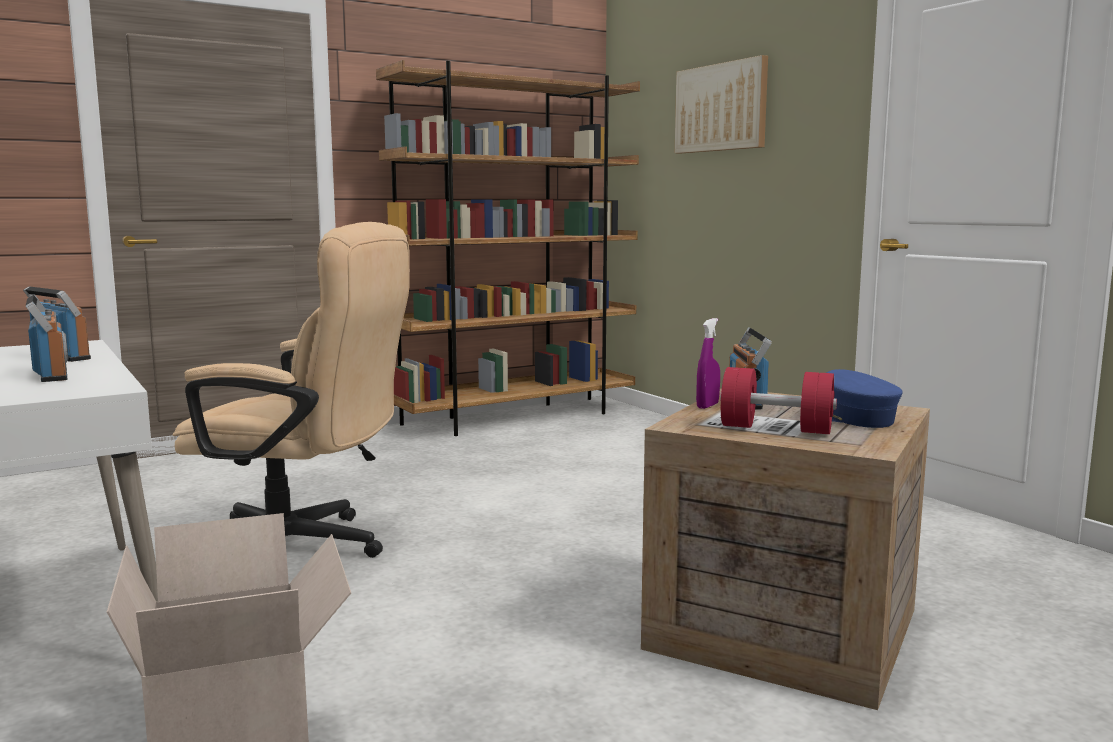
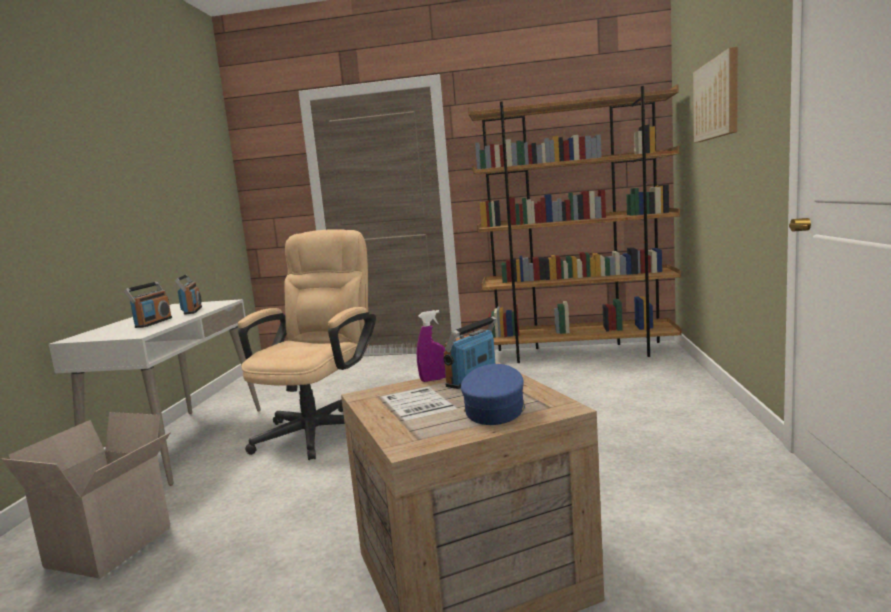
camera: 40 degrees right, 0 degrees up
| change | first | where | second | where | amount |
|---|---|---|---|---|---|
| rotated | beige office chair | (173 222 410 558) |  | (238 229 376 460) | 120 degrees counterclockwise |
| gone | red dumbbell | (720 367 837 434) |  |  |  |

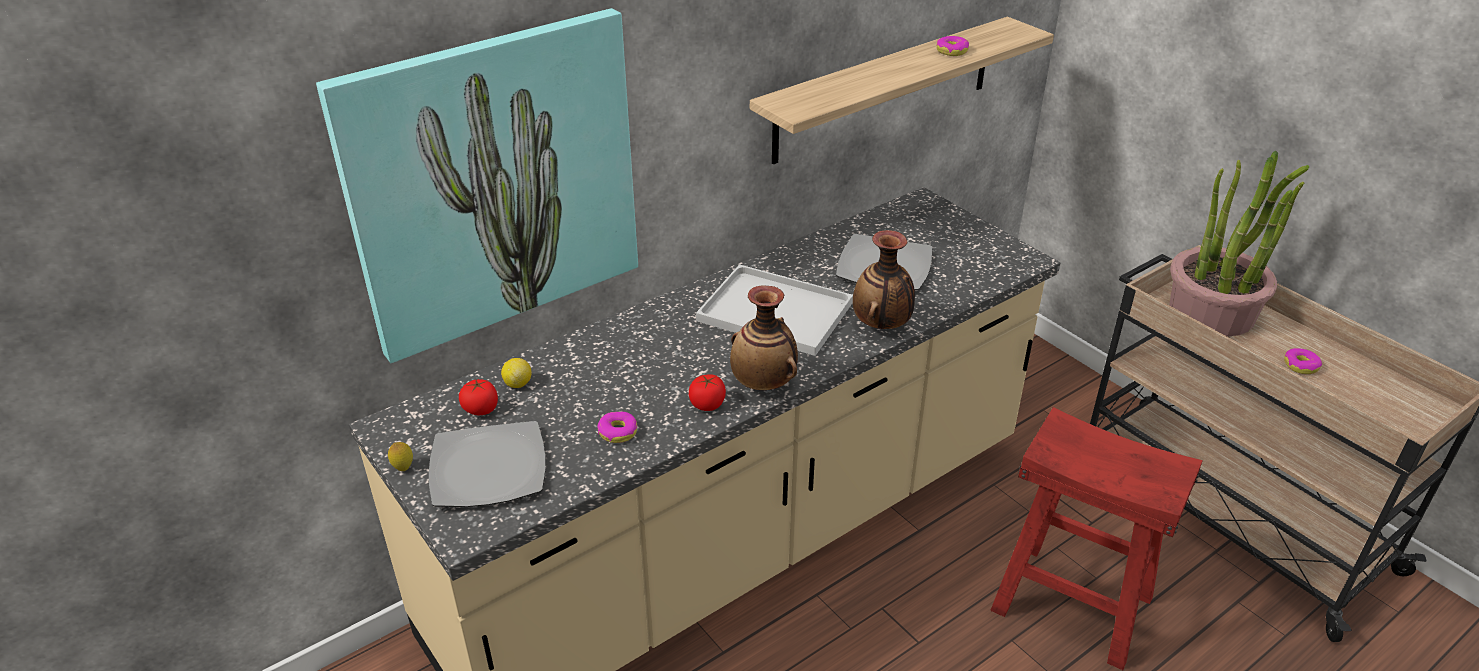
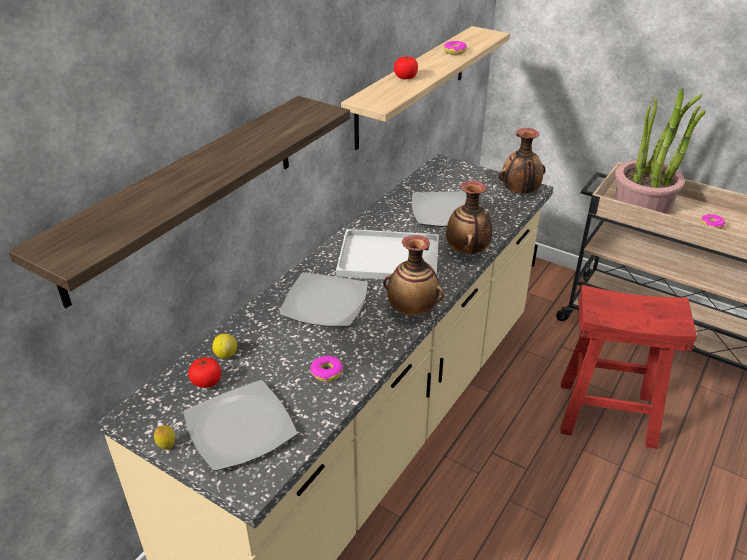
camera: 20 degrees left, 0 degrees up
| change | first | where | second | where | amount |
|---|---|---|---|---|---|
| swapped | picture | (316 8 638 363) | shelf | (8 96 350 308) |  |
| shifted | tomato | (689 374 726 411) |  | (394 56 418 79) |  |
| new |  |  | vase | (499 128 546 194) |  |
| new |  |  | plate | (279 272 368 327) |  |

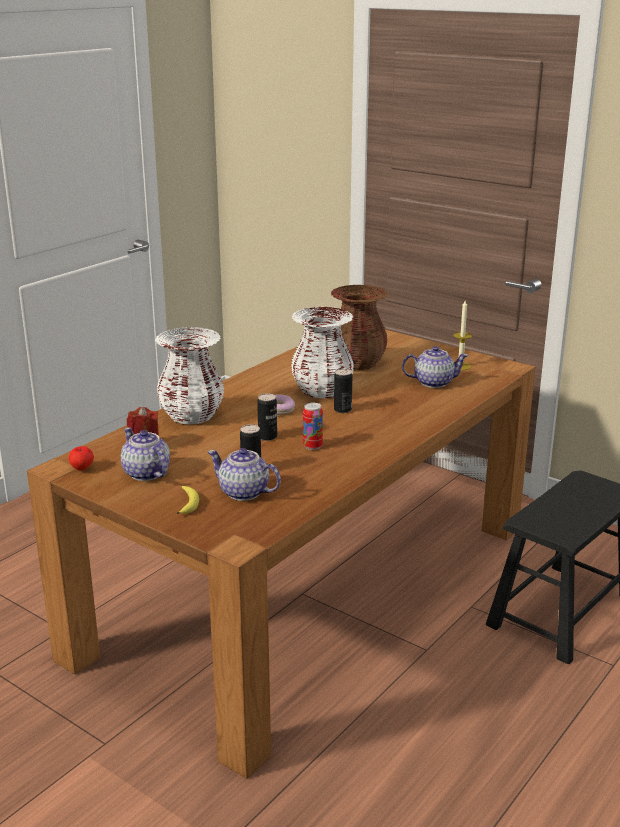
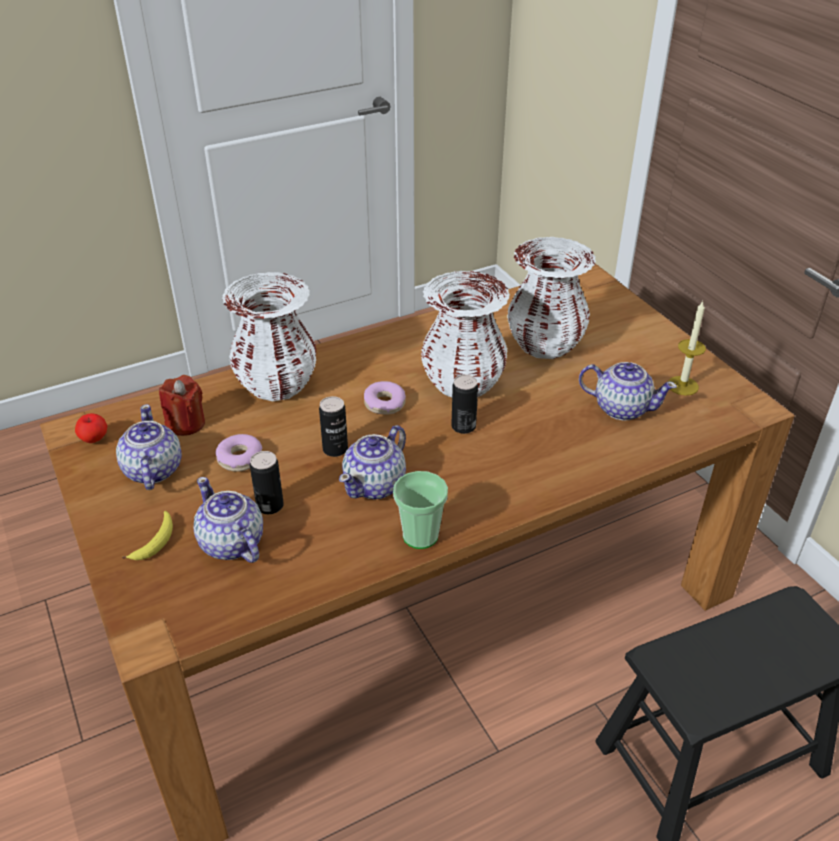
camera: 25 degrees right, 15 degrees up
| change | first | where | second | where | amount |
|---|---|---|---|---|---|
| repainted | brown vase | (331 285 388 370) | white vase | (507 237 596 359) |  |
| swapped | can | (303 402 323 450) | teapot | (339 425 406 499) |  |
| new |  |  | donut | (216 434 262 472) |  |
| new |  |  | cup | (393 471 448 549) |  |

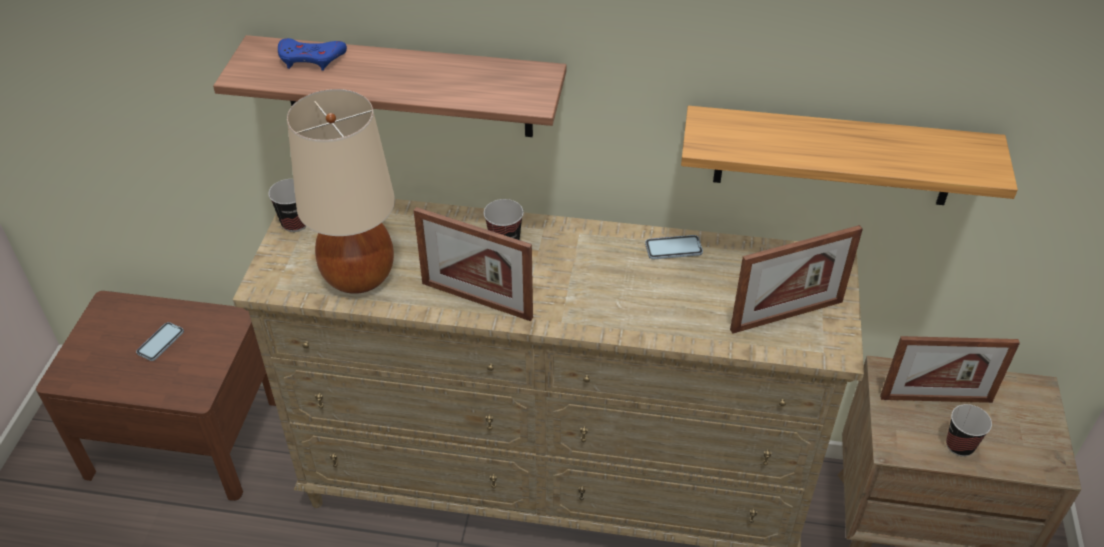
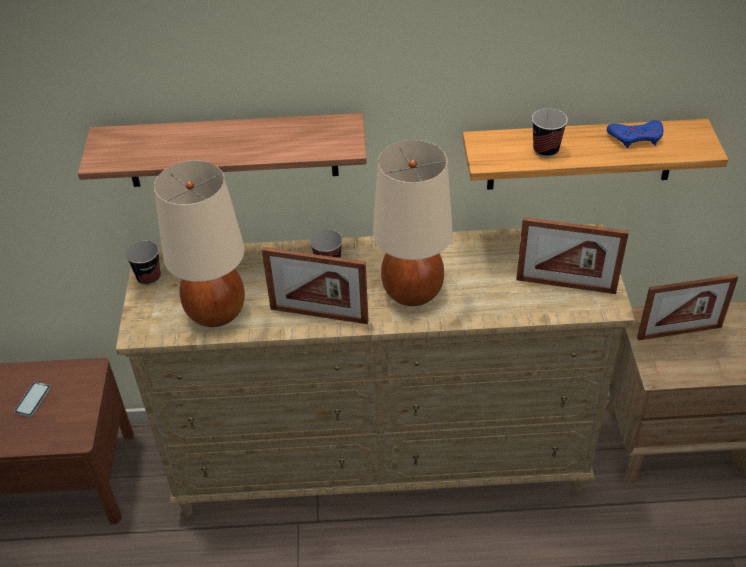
camera: 10 degrees left, 0 degrees up
| change | first | where | second | where | amount |
|---|---|---|---|---|---|
| shifted | blue game controller | (278 38 347 71) |  | (607 120 663 148) |  |
| rotated | picture frame | (730 225 863 334) |  | (516 217 629 294) | 45 degrees clockwise |
| gone | phone | (645 235 703 260) |  |  |  |
| shifted | cup | (946 404 992 457) |  | (532 108 568 158) |  |
| new |  |  | beige table lamp | (373 140 453 306) |  |

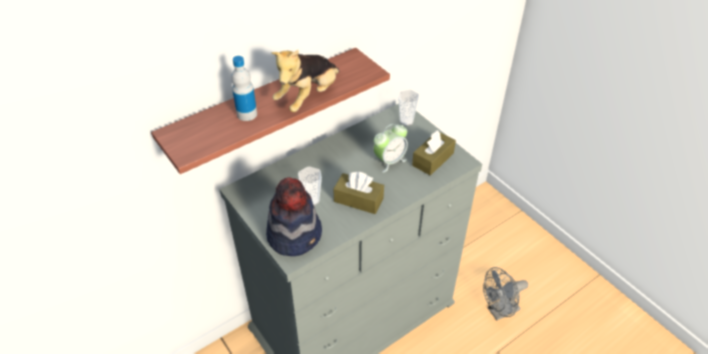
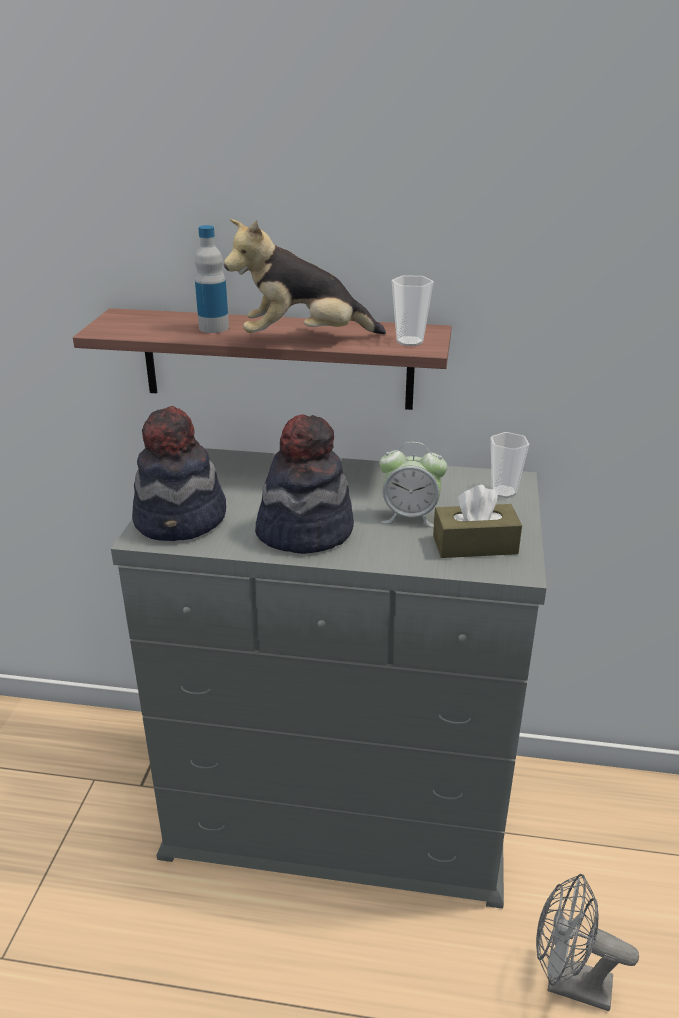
camera: 45 degrees right, 15 degrees down
| change | first | where | second | where | amount |
|---|---|---|---|---|---|
| shifted | cup | (298 167 322 206) |  | (392 275 434 346) |  |
| swapped | brown tissue box | (333 172 384 214) | hat | (255 414 354 554) |  |

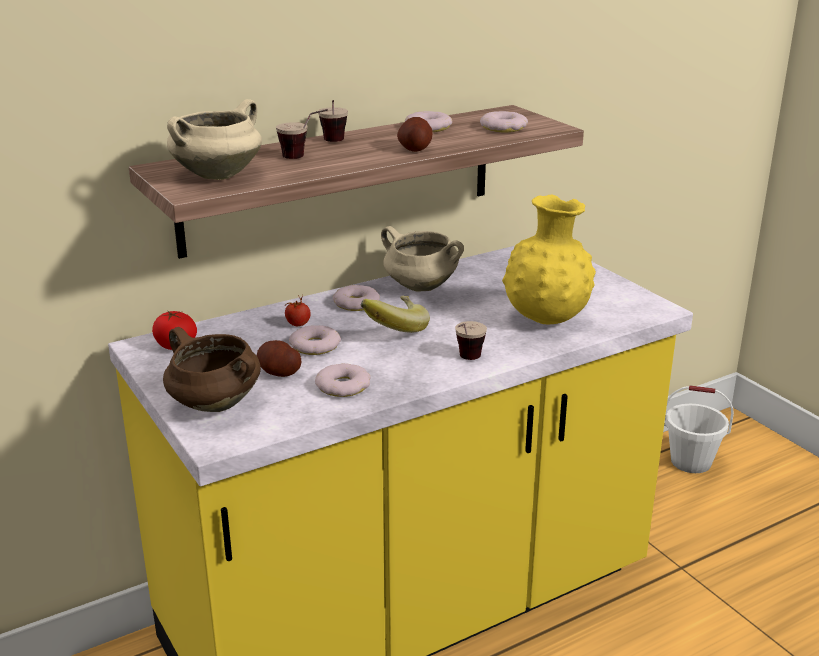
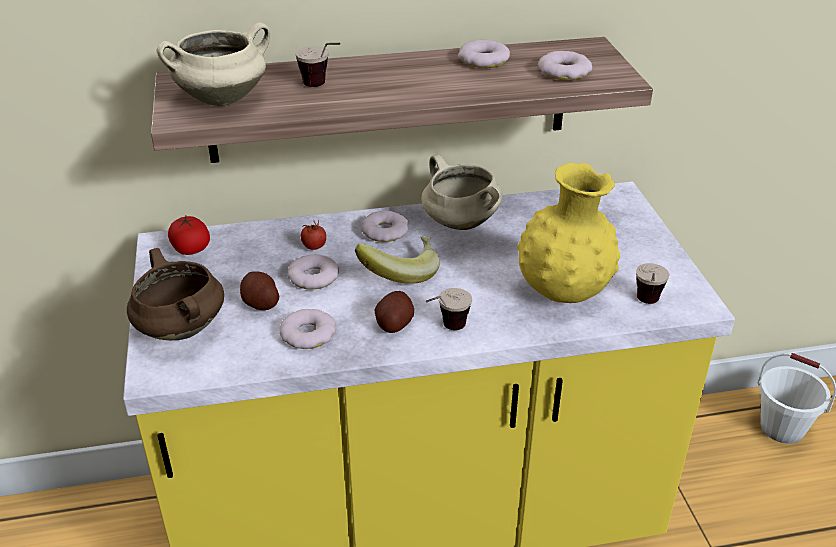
camera: 20 degrees right, 10 degrees up
| change | first | where | second | where | amount |
|---|---|---|---|---|---|
| shifted | cup | (318 100 348 142) |  | (636 263 669 304) |  |
| shifted | potato | (397 117 433 152) |  | (375 291 414 333) |  |

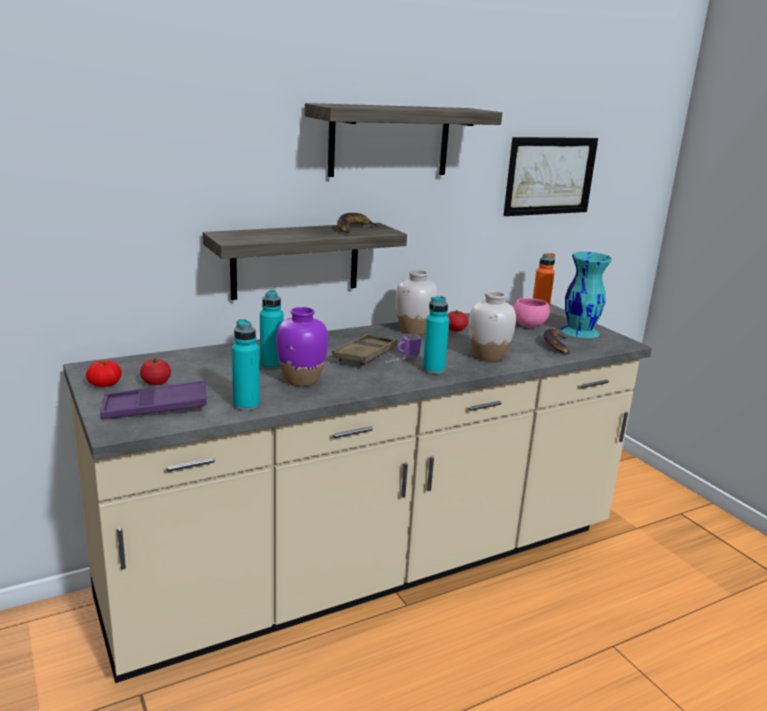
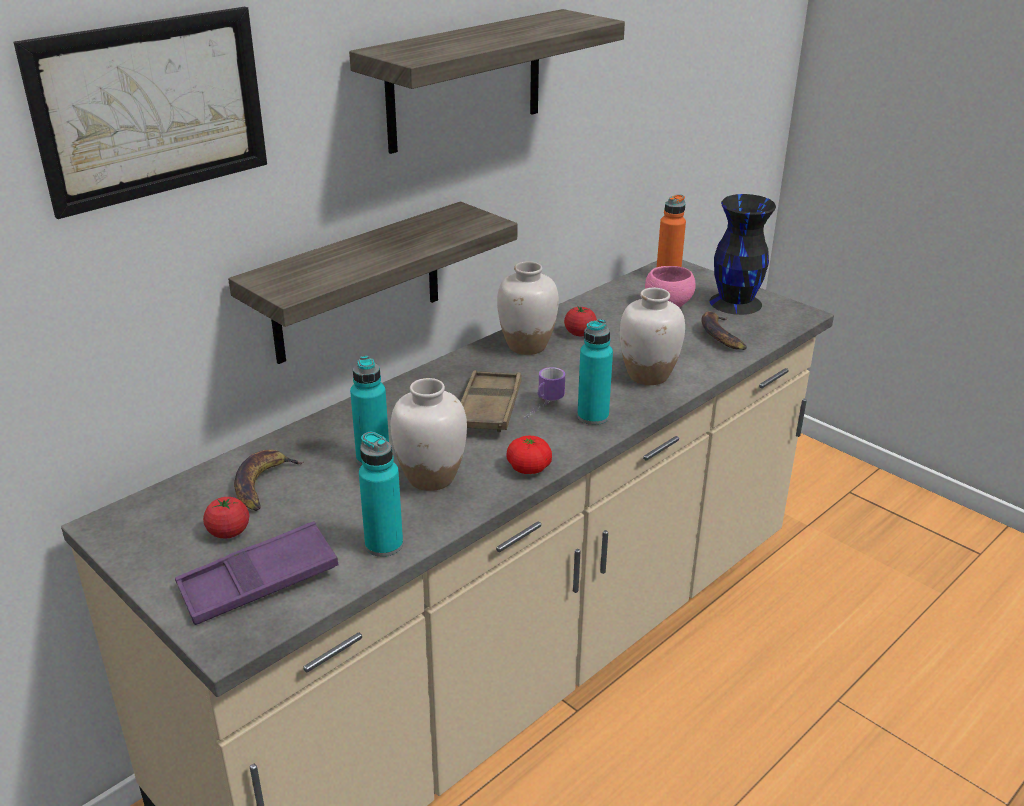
camera: 15 degrees left, 10 degrees up
| change | first | where | second | where | amount |
|---|---|---|---|---|---|
| shifted | picture | (503 137 598 216) |  | (14 7 267 219) |  |
| shifted | banana | (337 213 380 233) |  | (234 449 305 511) |  |
| repainted | turquoise vase | (561 252 612 338) | black vase | (709 194 776 315) |  |
| repainted | purple vase | (276 307 328 387) | white vase | (391 378 467 491) |  |
| shifted | tomato | (86 360 122 387) |  | (506 436 552 474) |  |

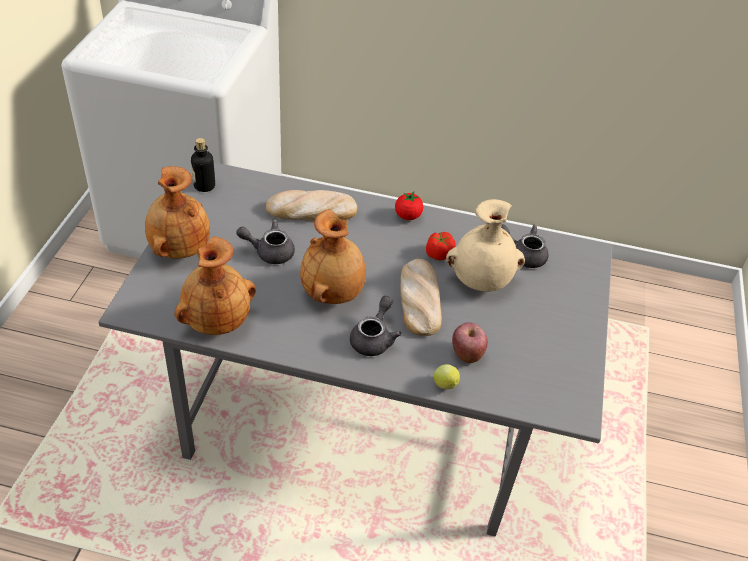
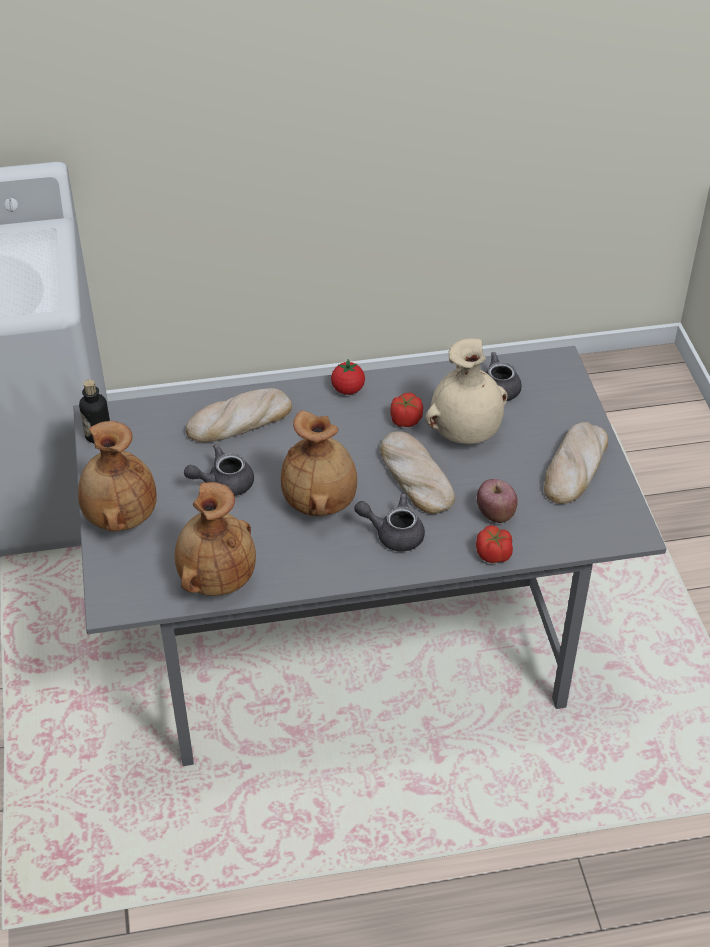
camera: 20 degrees left, 0 degrees up
| change | first | where | second | where | amount |
|---|---|---|---|---|---|
| rotated | grey teapot | (350 296 402 356) |  | (354 494 425 551) | 75 degrees counterclockwise |
| swapped | lemon | (434 364 460 389) | tomato | (476 525 513 563) |  |
| new |  |  | bread | (544 422 608 504) |  |

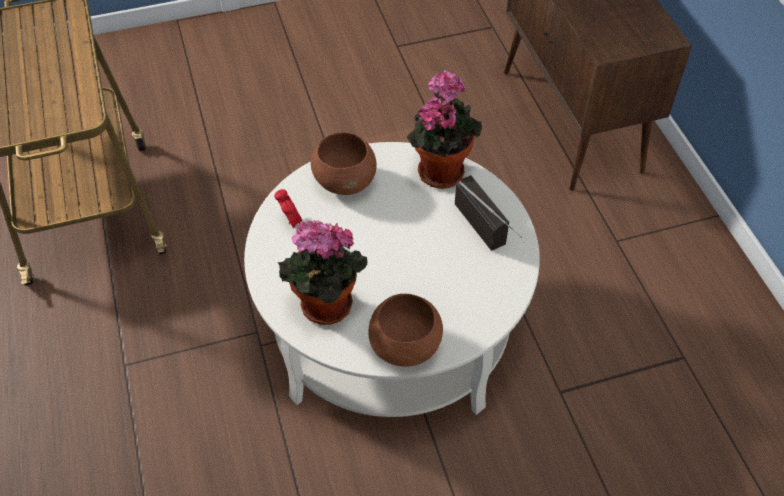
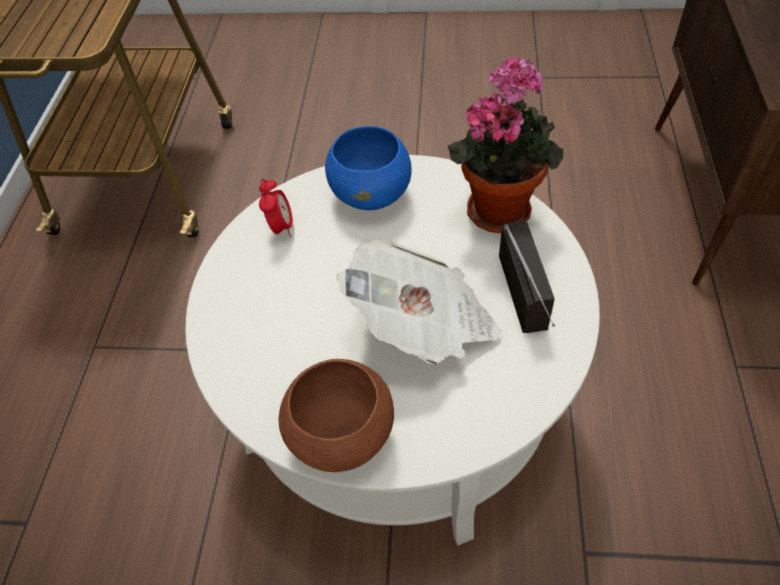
camera: 25 degrees right, 0 degrees up
| change | first | where | second | where | amount |
|---|---|---|---|---|---|
| repainted | brown bowl | (311 132 377 195) | blue bowl | (325 126 412 210) |  |
| gone | potted plant | (278 220 367 325) |  |  |  |
| new |  |  | newspaper | (337 239 502 364) |  |

